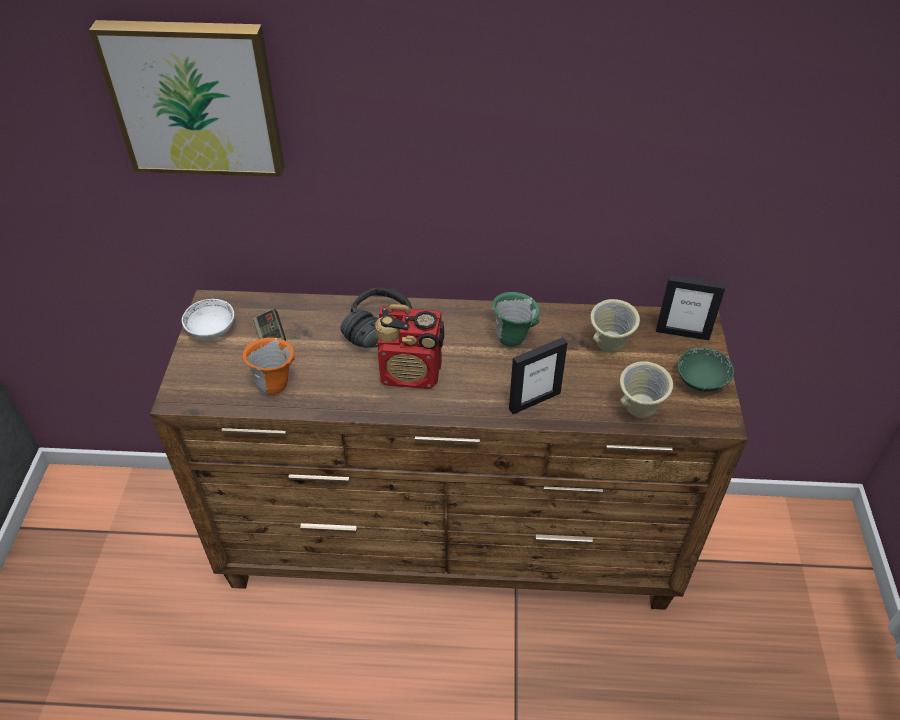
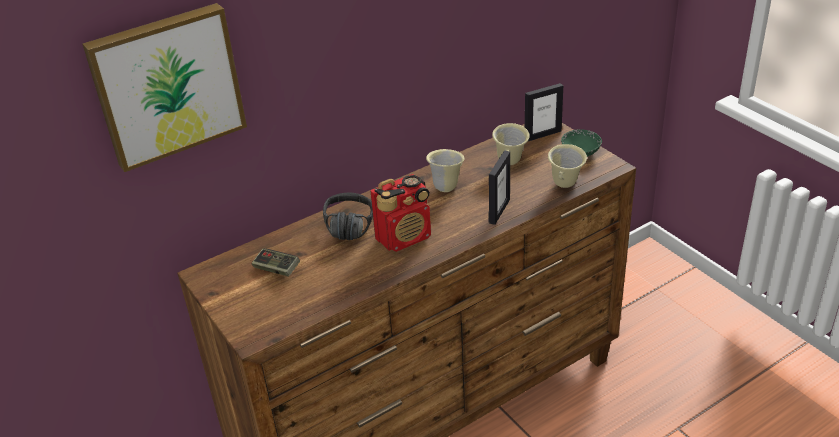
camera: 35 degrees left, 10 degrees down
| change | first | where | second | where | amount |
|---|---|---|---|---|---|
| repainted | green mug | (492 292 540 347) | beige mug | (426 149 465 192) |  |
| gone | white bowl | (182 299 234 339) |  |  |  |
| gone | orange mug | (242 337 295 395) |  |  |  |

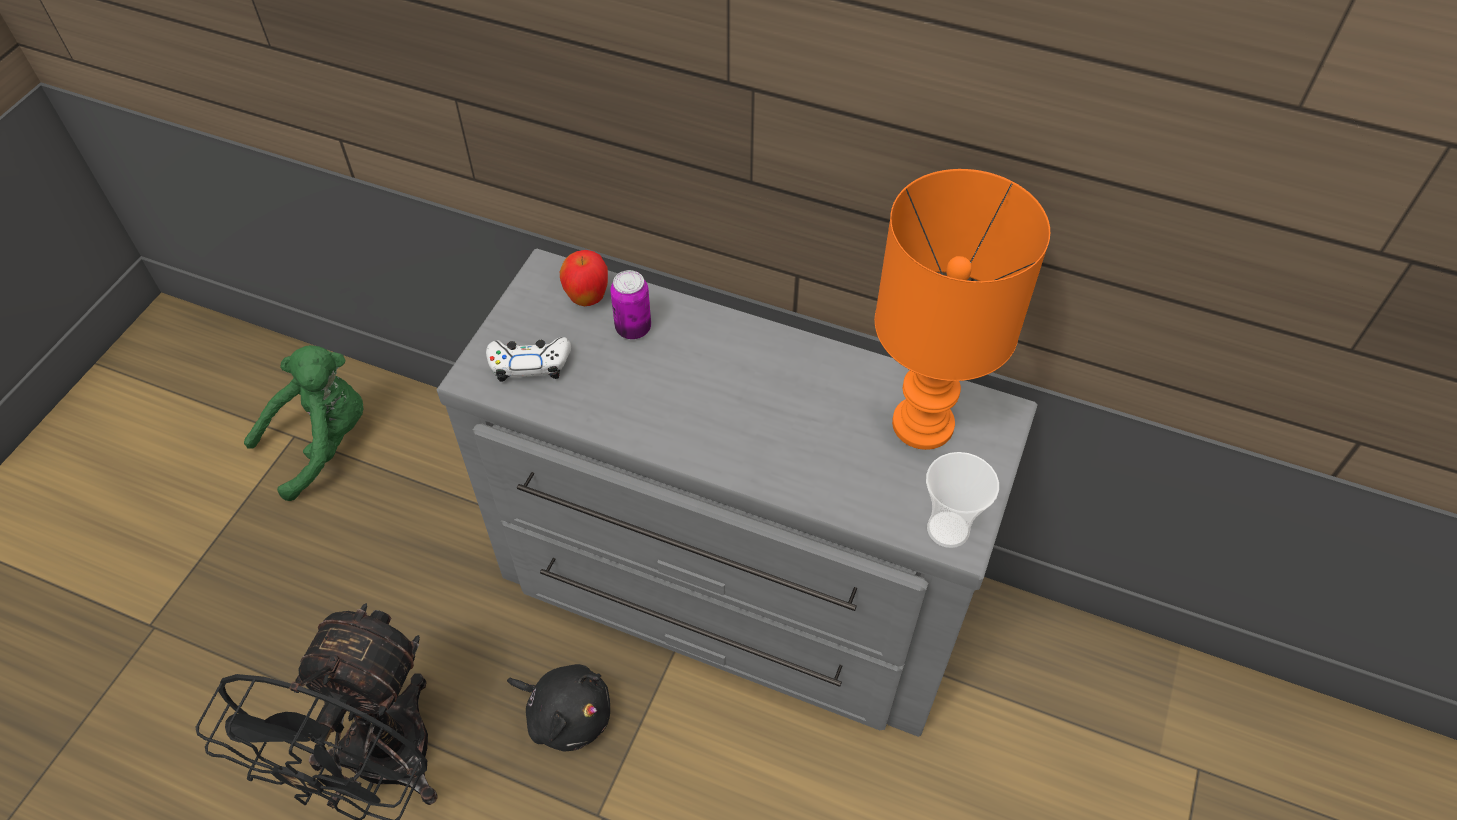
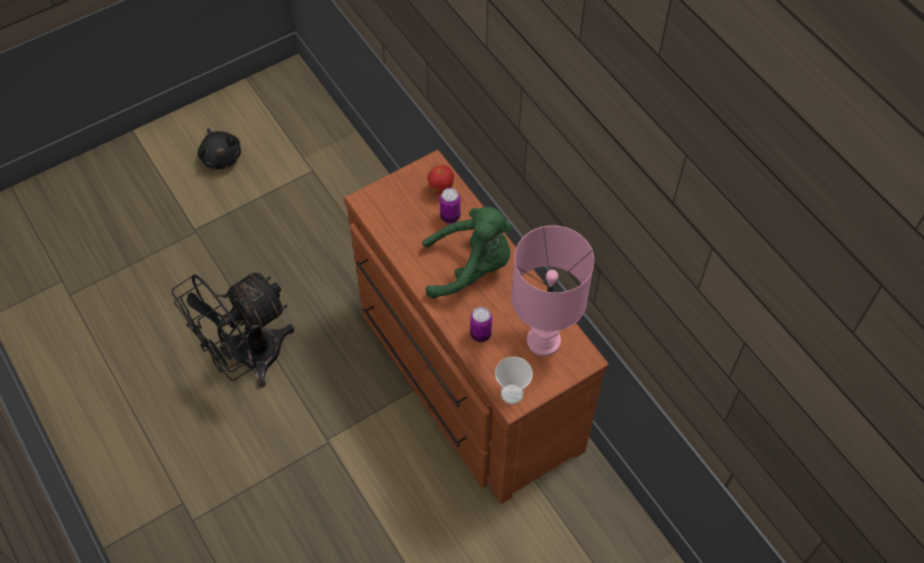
camera: 35 degrees right, 5 degrees up
| change | first | where | second | where | amount |
|---|---|---|---|---|---|
| repainted | orange table lamp | (875 169 1050 450) | pink table lamp | (512 225 594 356) |  |
| repainted | grey dresser | (436 248 1037 737) | brown dresser | (344 150 608 504) |  |
| gone | white game controller | (486 337 571 382) |  |  |  |
| shifted | green plush toy | (244 345 364 501) |  | (422 207 512 298) |  |
| shifted | black plush toy | (507 664 610 752) |  | (197 128 241 169) |  |
| new |  |  | can | (470 307 492 342) |  |

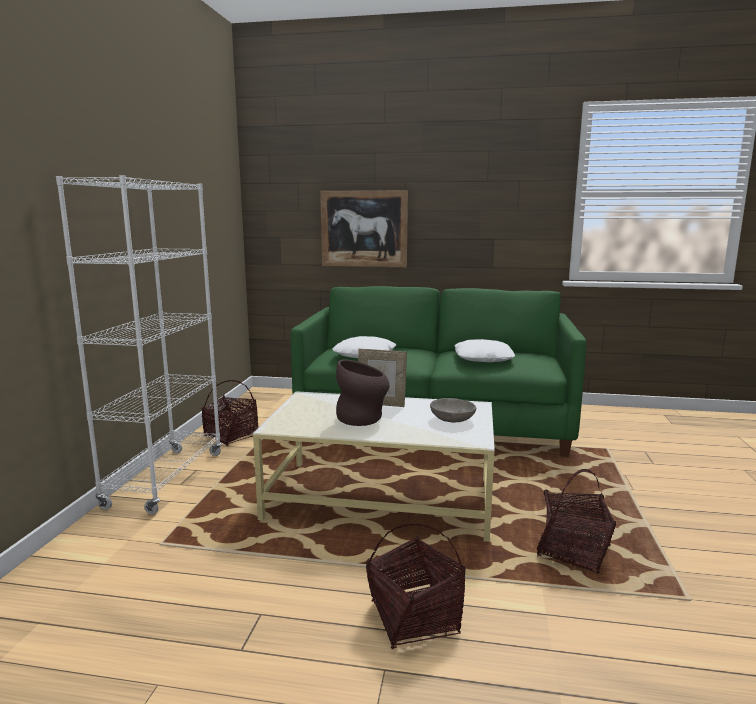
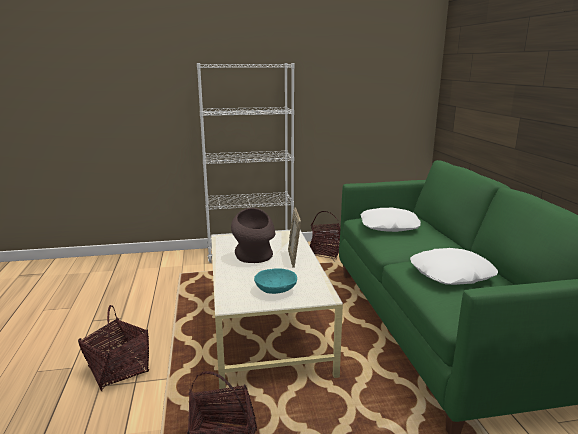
camera: 70 degrees right, 5 degrees up
| change | first | where | second | where | amount |
|---|---|---|---|---|---|
| gone | picture | (320 190 408 267) |  |  |  |
| repainted | grey bowl | (430 398 477 423) | turquoise bowl | (254 268 297 294) |  |

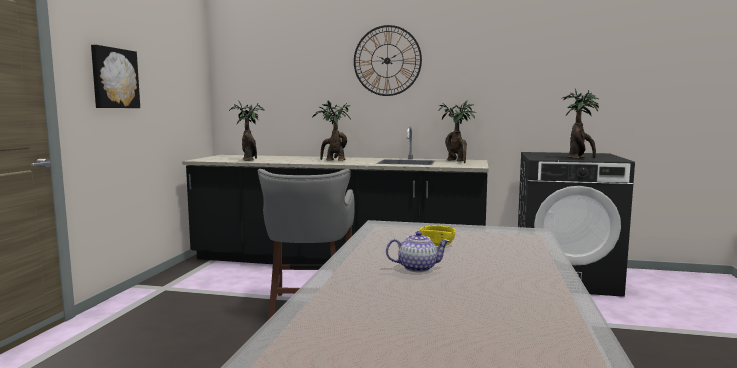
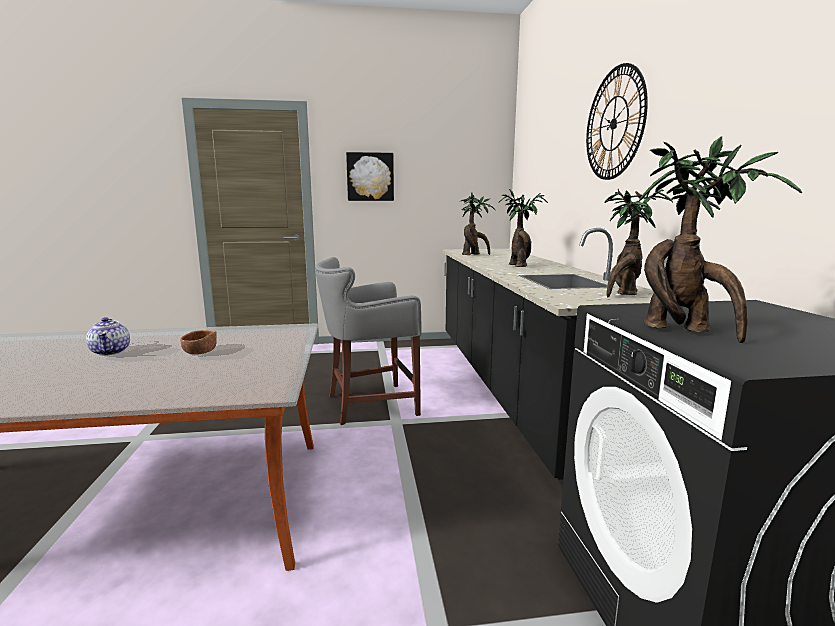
camera: 70 degrees right, 5 degrees up
| change | first | where | second | where | amount |
|---|---|---|---|---|---|
| repainted | yellow bowl | (420 225 456 246) | brown bowl | (180 330 217 355) |  |

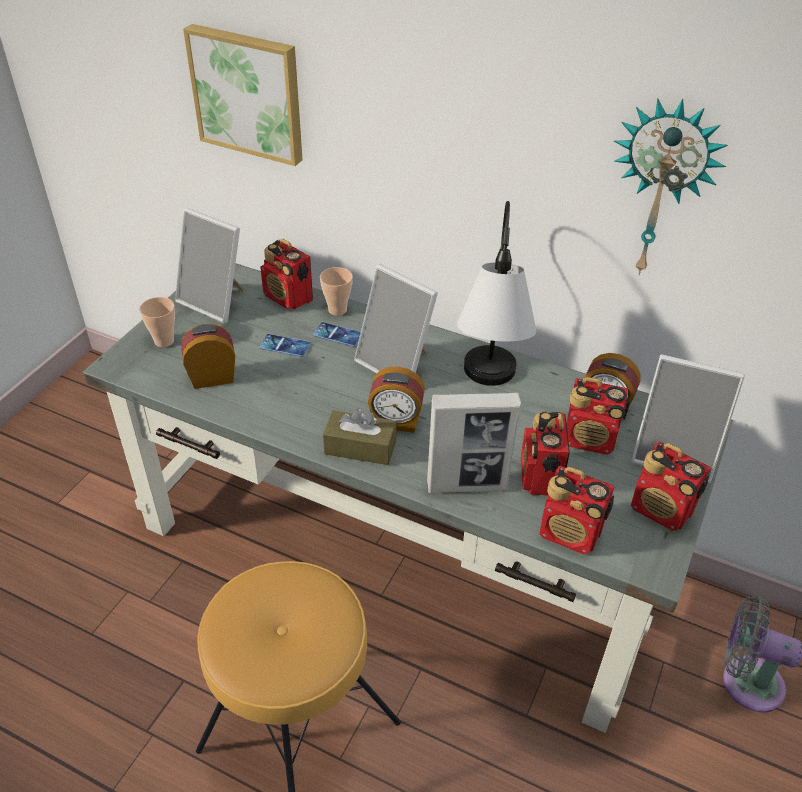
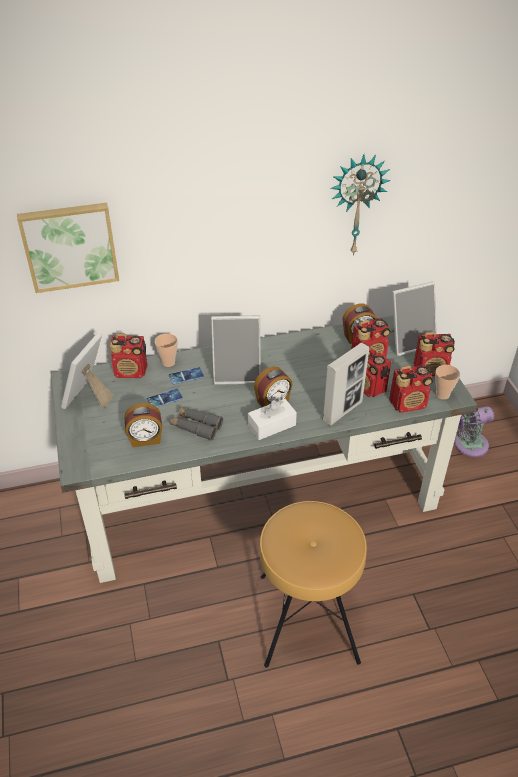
camera: 40 degrees left, 0 degrees up
| change | first | where | second | where | amount |
|---|---|---|---|---|---|
| gone | table lamp | (457 201 536 386) |  |  |  |
| rotated | picture frame | (175 208 245 323) |  | (61 333 114 410) | 120 degrees clockwise |
| shifted | cup | (139 297 175 347) |  | (435 365 460 400) |  |
| rotated | alarm clock | (181 324 235 389) |  | (124 403 162 447) | 135 degrees counterclockwise |
| repainted | brown tissue box | (323 409 397 465) | white tissue box | (248 399 297 440) |  |
| new |  |  | grey binoculars | (169 407 223 441) |  |

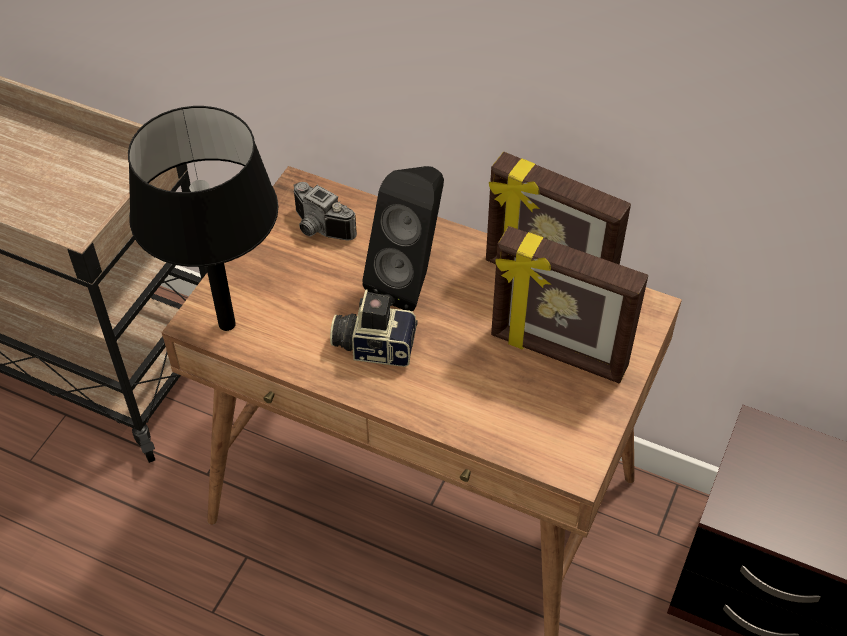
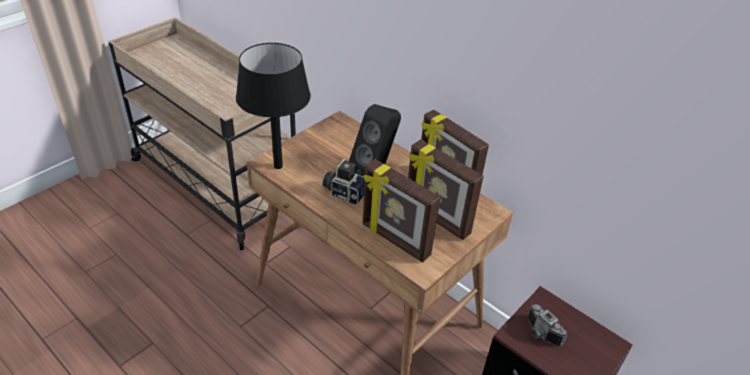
camera: 15 degrees right, 10 degrees down
| change | first | where | second | where | amount |
|---|---|---|---|---|---|
| shifted | photo camera | (293 182 357 241) |  | (528 304 567 347) |  |
| new |  |  | picture frame | (363 159 441 263) |  |

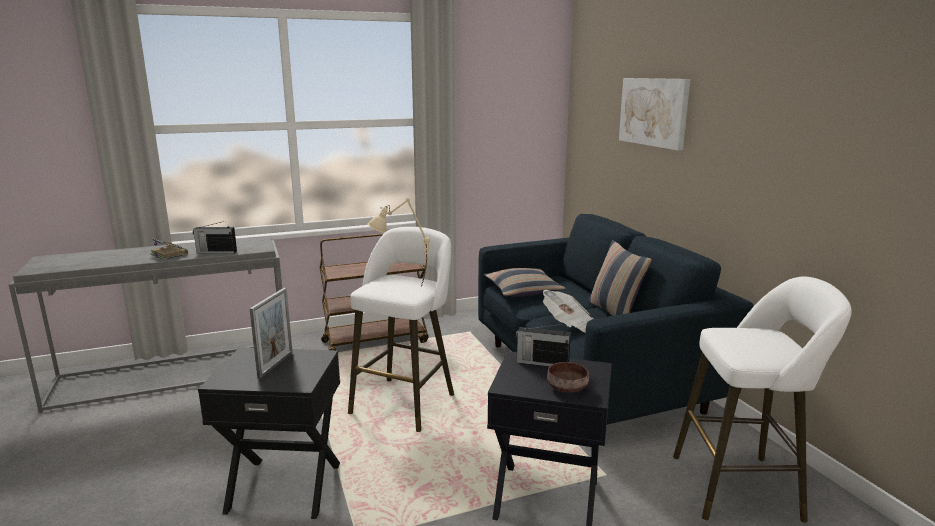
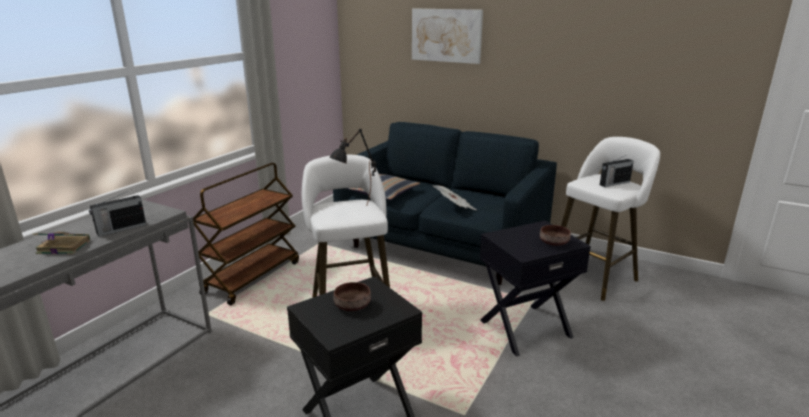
camera: 40 degrees left, 5 degrees up
| change | first | where | second | where | amount |
|---|---|---|---|---|---|
| repainted | beige table lamp | (367 198 430 285) | black table lamp | (329 128 376 205) |  |
| gone | pillow | (588 240 652 316) |  |  |  |
| swapped | picture frame | (249 288 293 379) | brown bowl | (333 282 371 311) |  |
| shifted | radio | (516 324 571 367) |  | (600 156 634 187) |  |

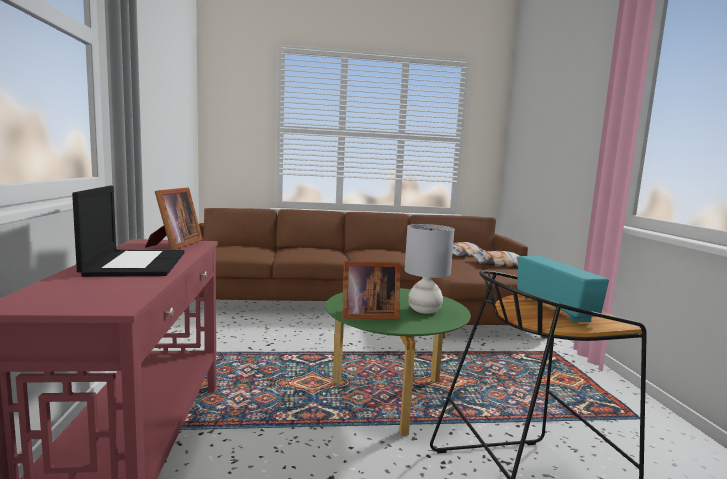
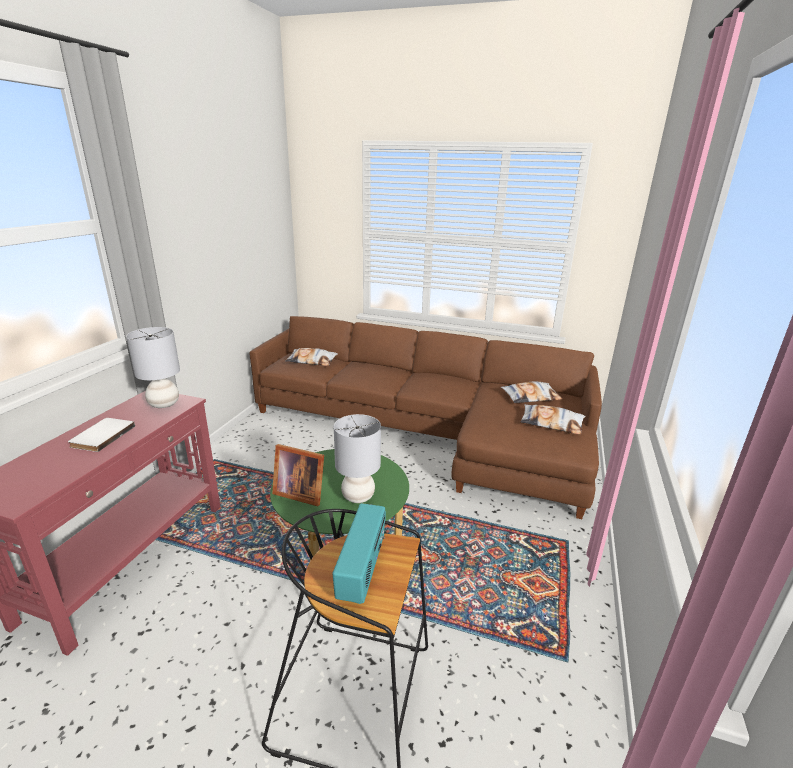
camera: 25 degrees right, 15 degrees up
| change | first | where | second | where | amount |
|---|---|---|---|---|---|
| swapped | laptop | (72 186 184 277) | white book | (68 418 135 452) |  |
| swapped | picture frame | (145 187 203 250) | grey table lamp | (126 327 180 408) |  |
| new |  |  | pillow | (286 348 338 366) |  |

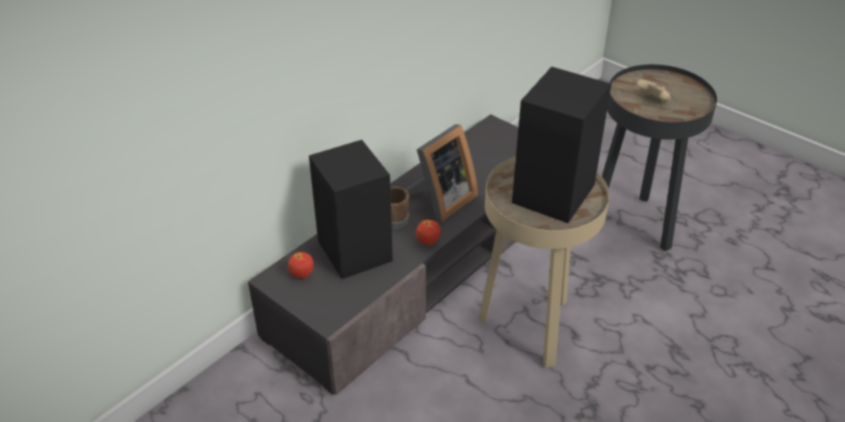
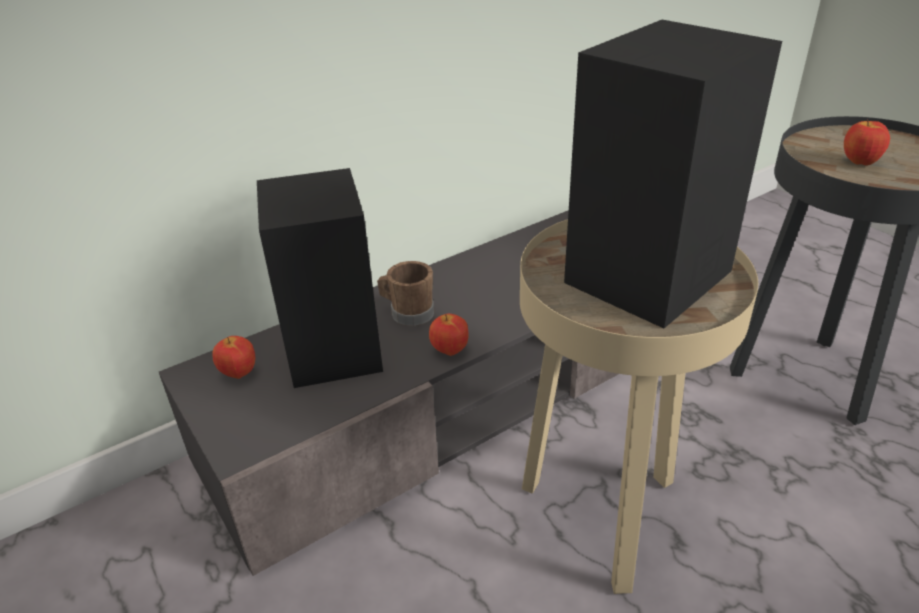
camera: 15 degrees right, 5 degrees down
| change | first | where | second | where | amount |
|---|---|---|---|---|---|
| swapped | beige game controller | (636 79 671 104) | apple | (844 119 890 166) |  |
| gone | picture frame | (406 124 478 222) |  |  |  |

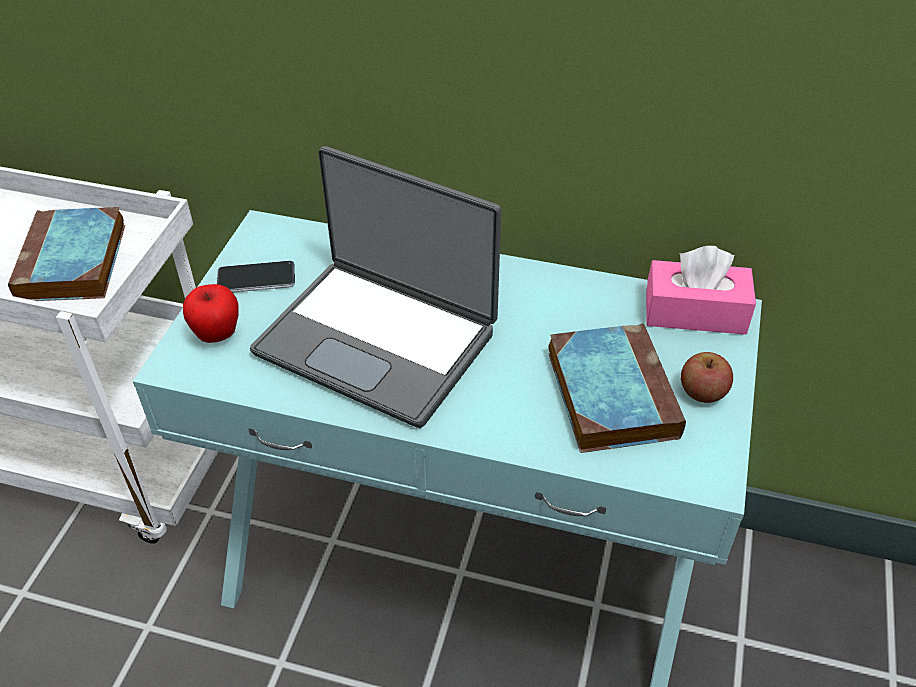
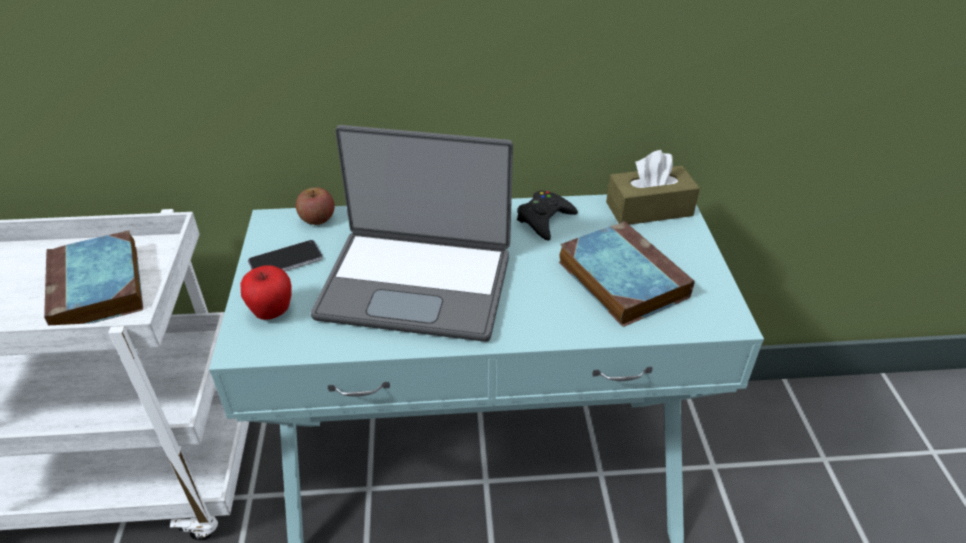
camera: 20 degrees left, 5 degrees down
| change | first | where | second | where | amount |
|---|---|---|---|---|---|
| repainted | pink tissue box | (646 246 756 335) | brown tissue box | (606 150 700 225) |  |
| shifted | apple | (681 352 733 403) |  | (296 187 335 225) |  |
| new |  |  | black game controller | (517 191 578 241) |  |

